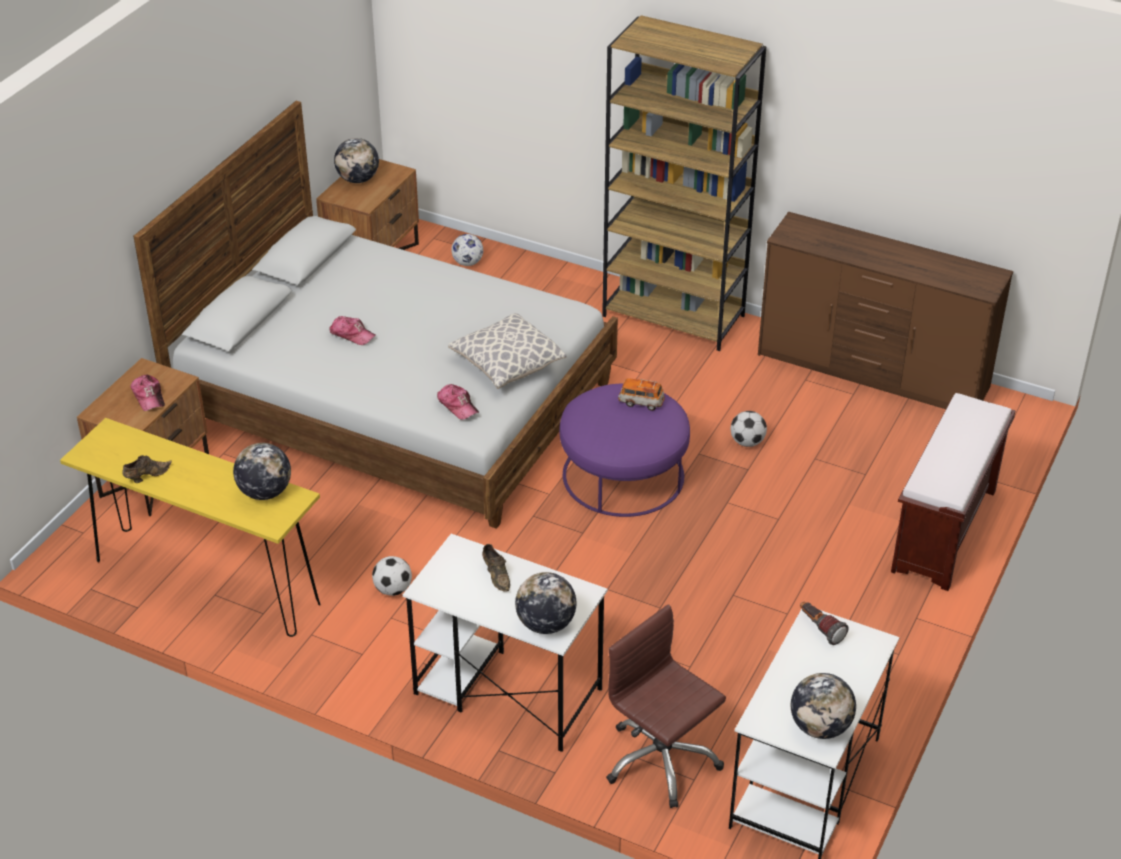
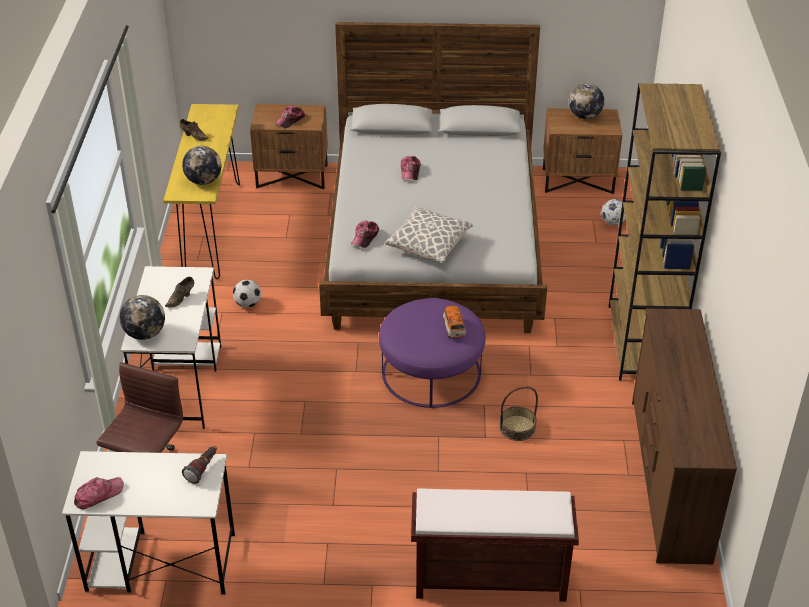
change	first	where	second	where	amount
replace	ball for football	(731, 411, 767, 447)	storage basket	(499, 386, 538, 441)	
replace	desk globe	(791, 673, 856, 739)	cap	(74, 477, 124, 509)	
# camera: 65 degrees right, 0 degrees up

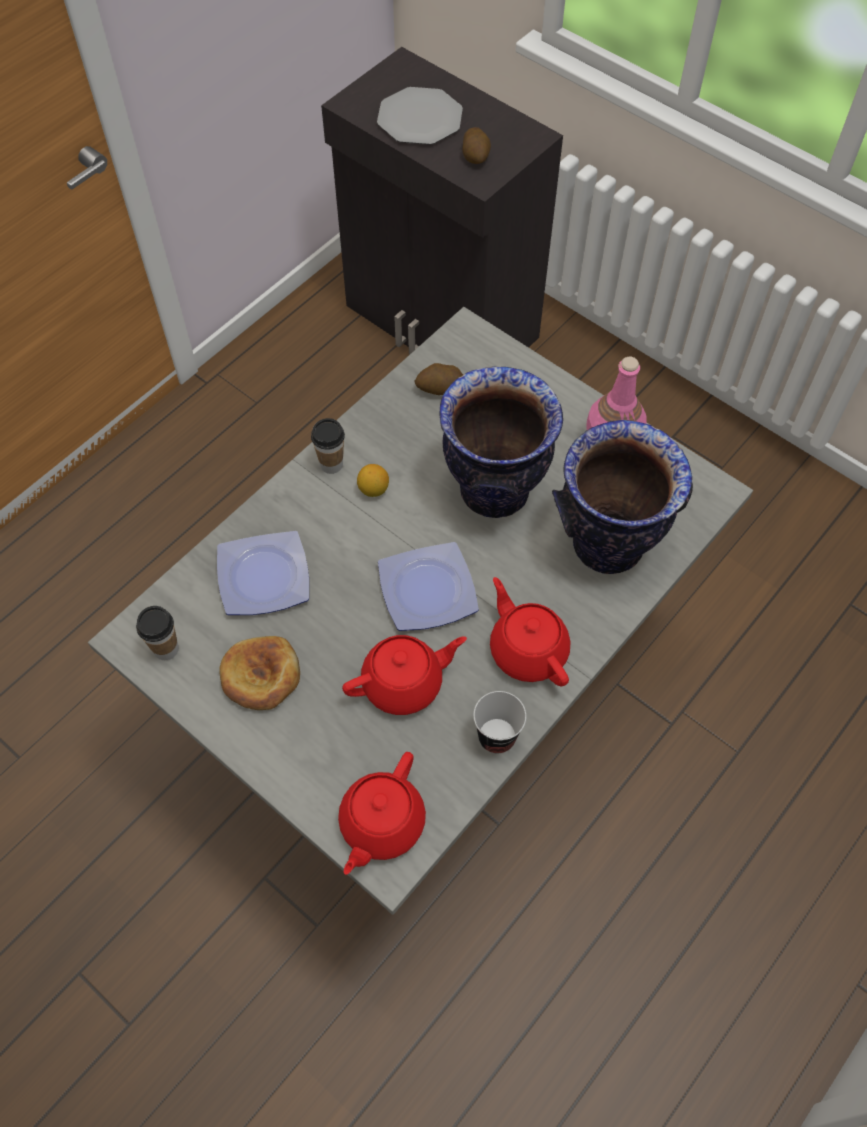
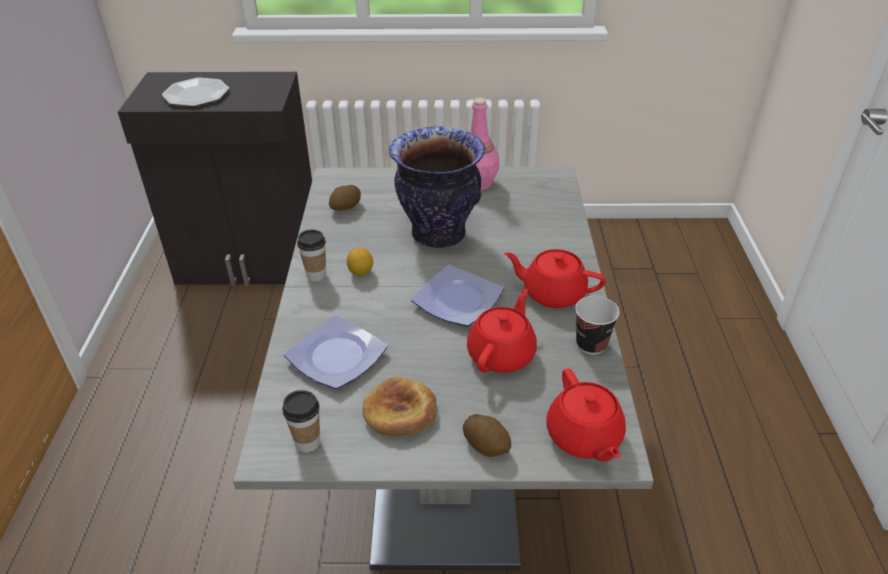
change	first	where	second	where	amount
move	whole potato	(463, 127, 491, 164)		(463, 414, 511, 457)	
delete	flower vase	(552, 420, 693, 574)			
# camera: 40 degrees left, 20 degrees down

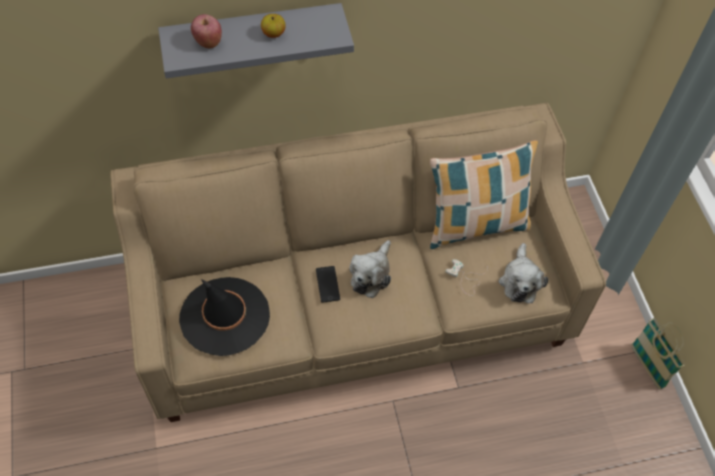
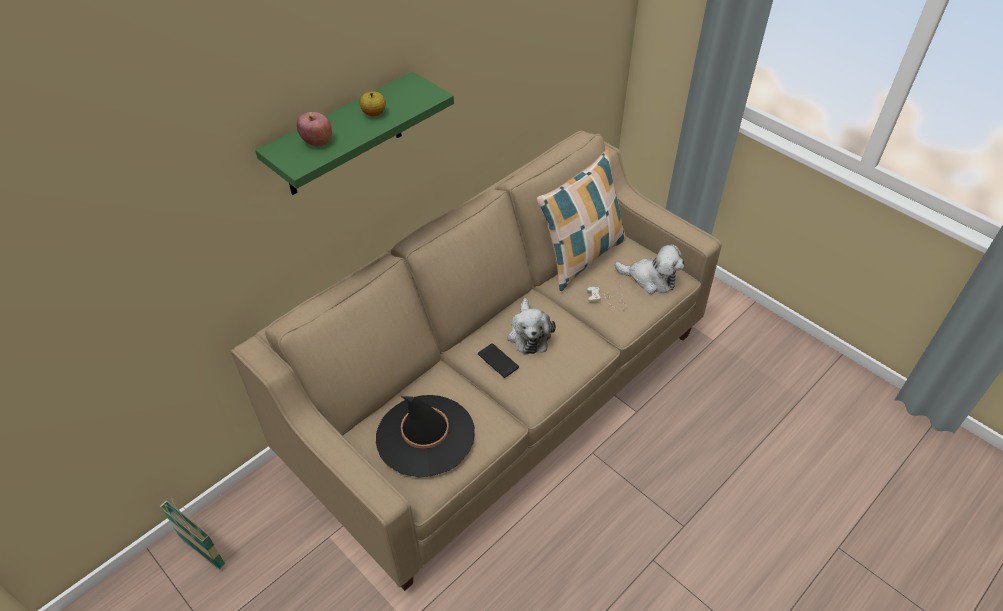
change	first	where	second	where	amount
recolor	gray wall shelf	(158, 3, 354, 79)	green-coloured wall shelf	(255, 72, 454, 195)	
rotate	cuddly toy	(498, 243, 548, 303)		(615, 244, 684, 294)	45 degrees counterclockwise
move	storage basket	(631, 318, 685, 390)		(160, 498, 226, 570)	
# camera: 30 degrees left, 10 degrees down

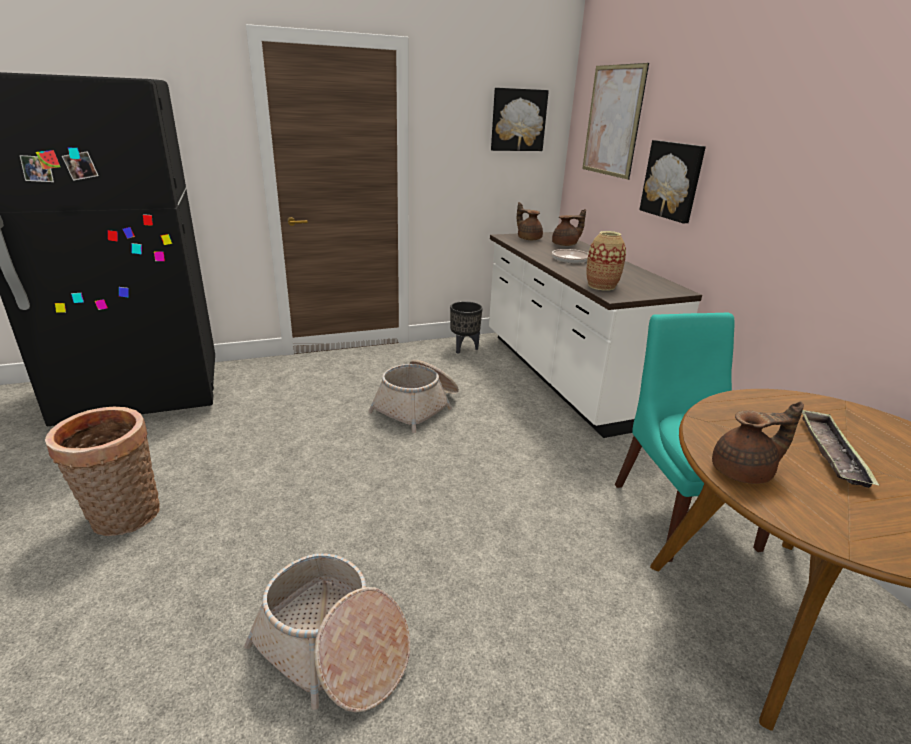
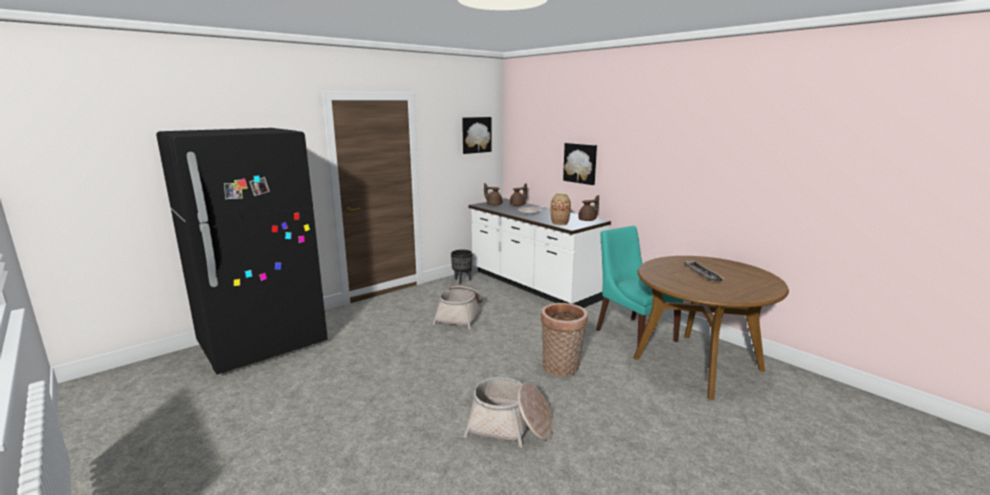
change	first	where	second	where	amount
delete	wall picture	(582, 63, 649, 180)			
move	brown teapot	(712, 401, 804, 484)		(578, 195, 599, 221)	
move	storage basket	(45, 407, 160, 536)		(541, 303, 588, 377)	
# camera: 20 degrees left, 10 degrees down

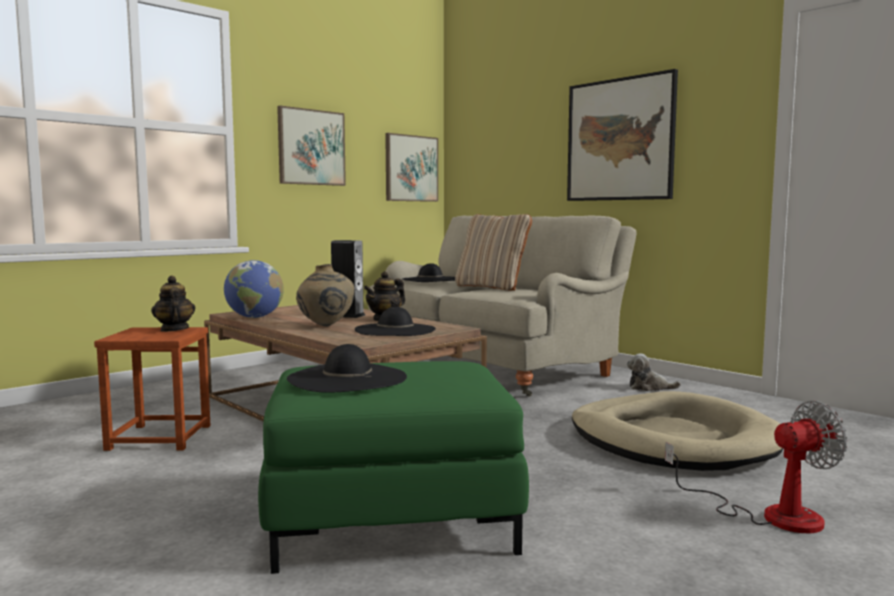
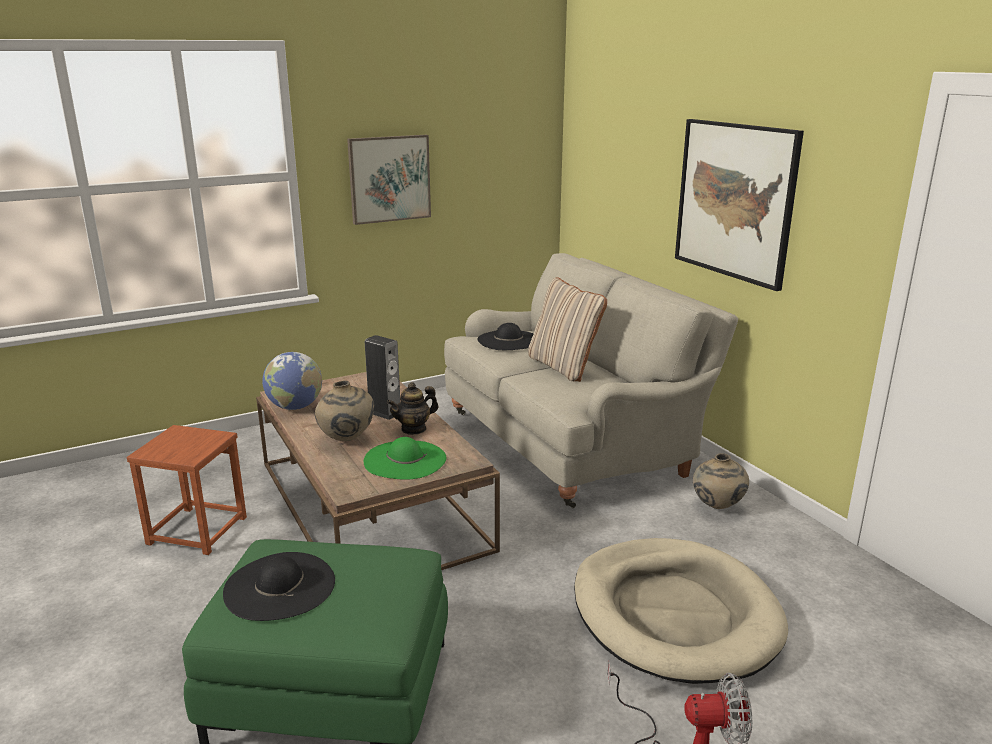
change	first	where	second	where	amount
delete	wall picture	(385, 133, 438, 202)			
delete	teapot	(151, 276, 195, 332)			
recolor	black-coloured wearable hat	(355, 307, 436, 336)	green-coloured wearable hat	(364, 437, 446, 480)	
replace	cuddly toy	(627, 353, 681, 391)	sand-coloured flower vase	(693, 453, 749, 509)	
# camera: 15 degrees right, 15 degrees up

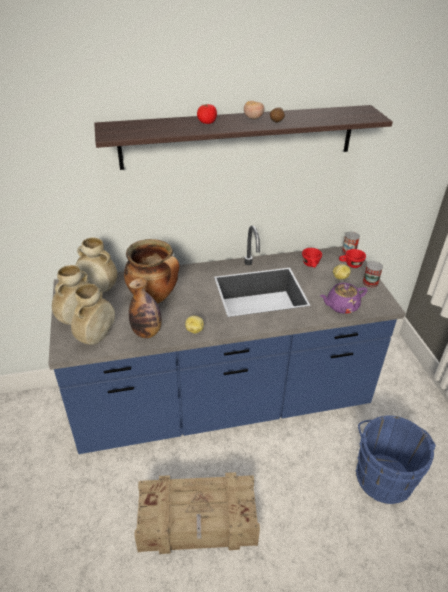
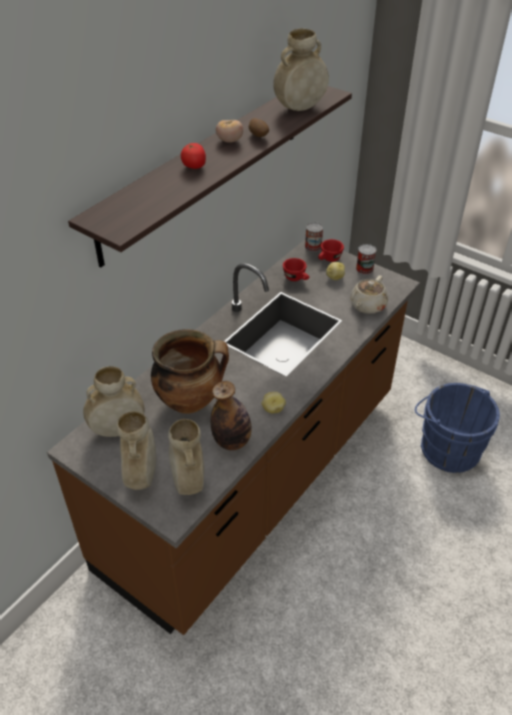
change	first	where	second	where	amount
recolor	bluish counter	(48, 225, 405, 454)	brown counter	(47, 239, 420, 635)	
recolor	purple teapot	(320, 283, 368, 314)	sand-coloured teapot	(350, 275, 388, 314)	
delete	shipping crate	(134, 472, 260, 554)			
insert			sand-coloured flower vase	(273, 28, 329, 111)	
# camera: 40 degrees left, 5 degrees up

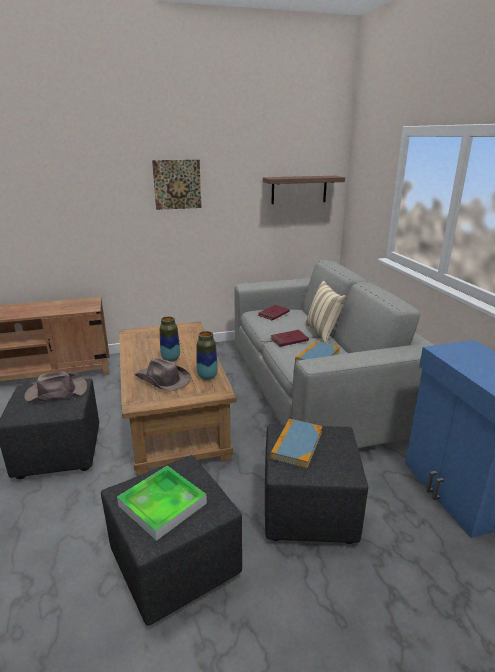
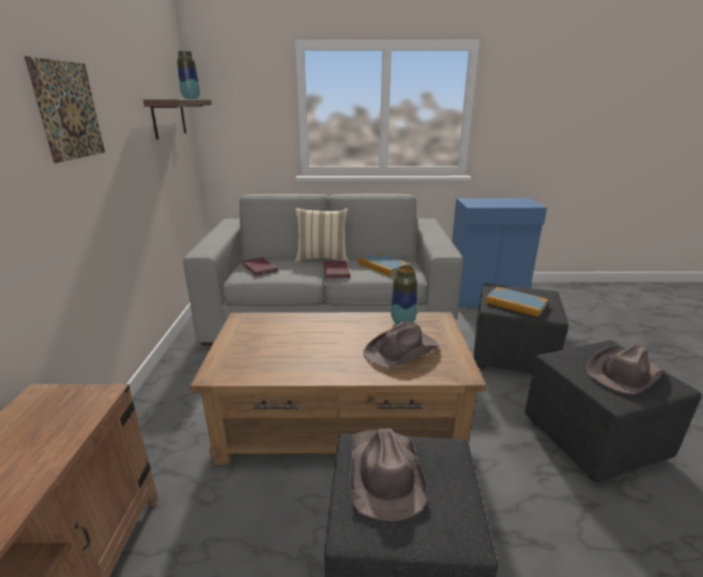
change	first	where	second	where	amount
move	flower vase	(160, 316, 180, 362)		(177, 51, 200, 99)	
replace	serving tray	(117, 466, 207, 541)	brown wearable hat	(586, 344, 666, 394)	
# camera: 75 degrees left, 0 degrees up

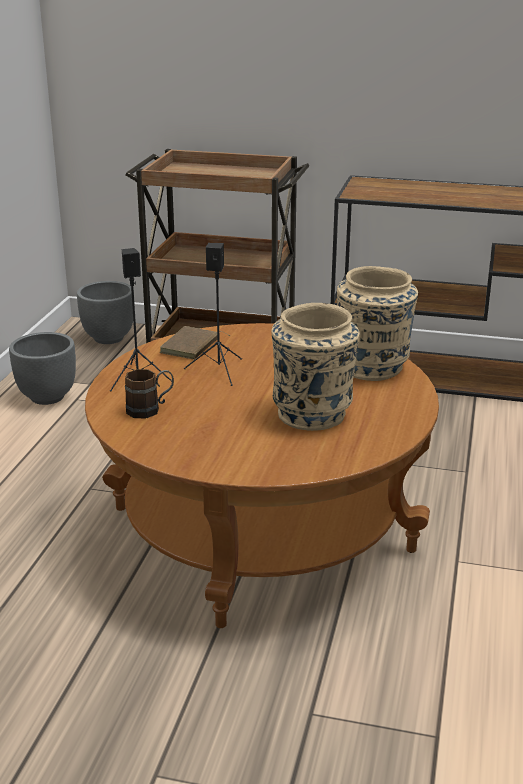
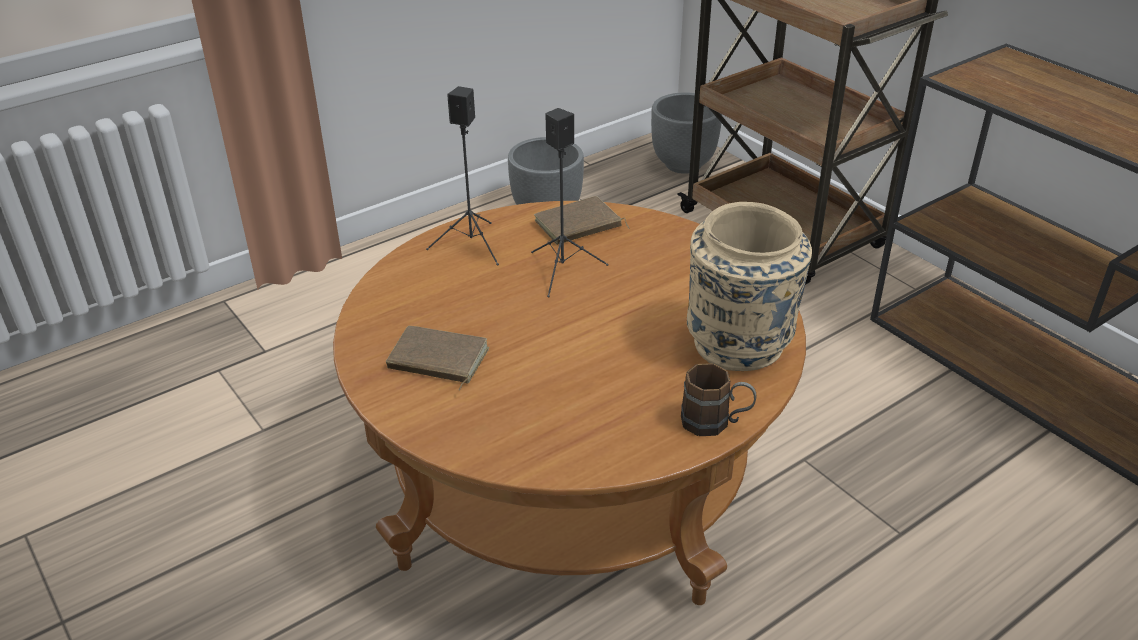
change	first	where	second	where	amount
delete	sand-coloured flower vase	(271, 303, 360, 431)			
move	brown mug	(125, 369, 174, 418)		(681, 363, 756, 436)	
insert			brown book	(386, 326, 490, 390)	
# camera: 40 degrees right, 10 degrees up

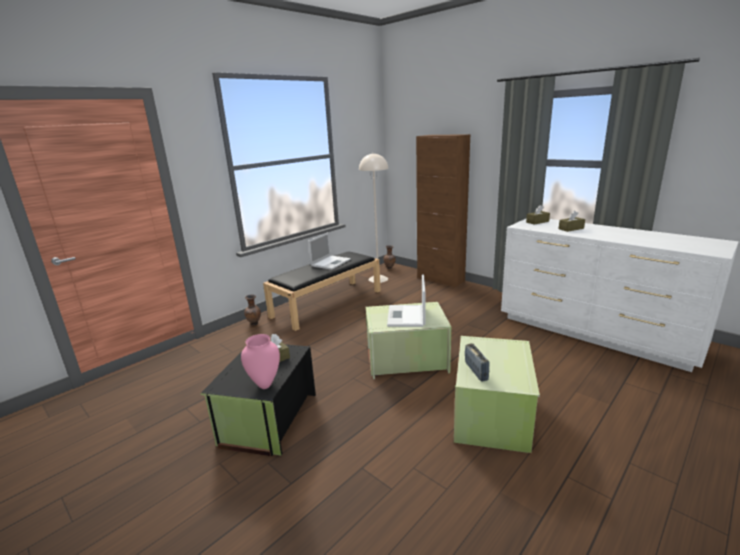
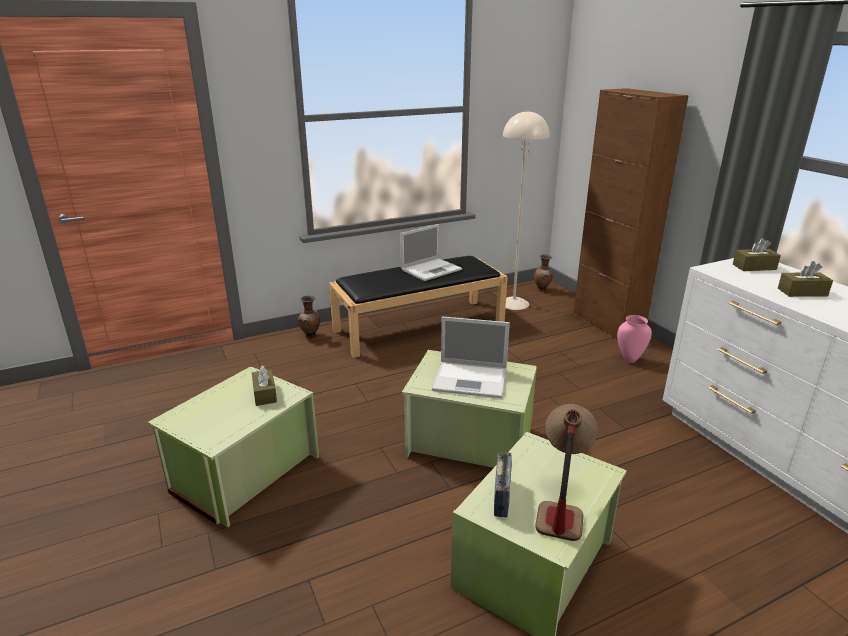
change	first	where	second	where	amount
rotate	laptop	(387, 274, 425, 327)		(432, 316, 510, 398)	105 degrees counterclockwise
move	pinkish flower vase	(241, 334, 280, 389)		(617, 315, 652, 363)	
recolor	black-coloured storage bin	(201, 344, 316, 456)	green-coloured storage bin	(148, 367, 319, 528)	
insert			tabletop lamp	(535, 404, 598, 541)	
# camera: 20 degrees right, 5 degrees up

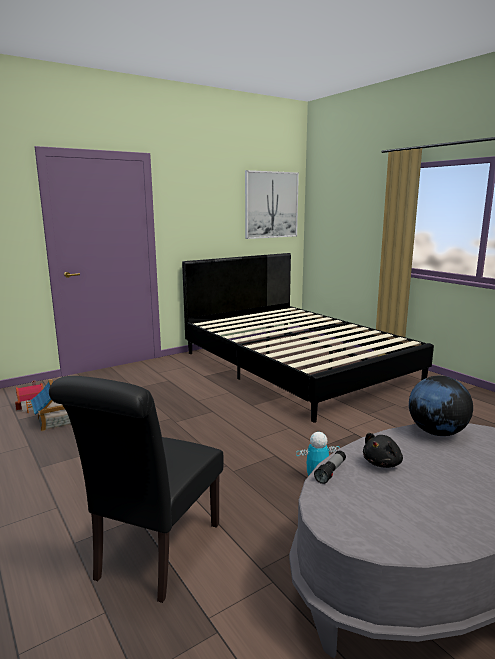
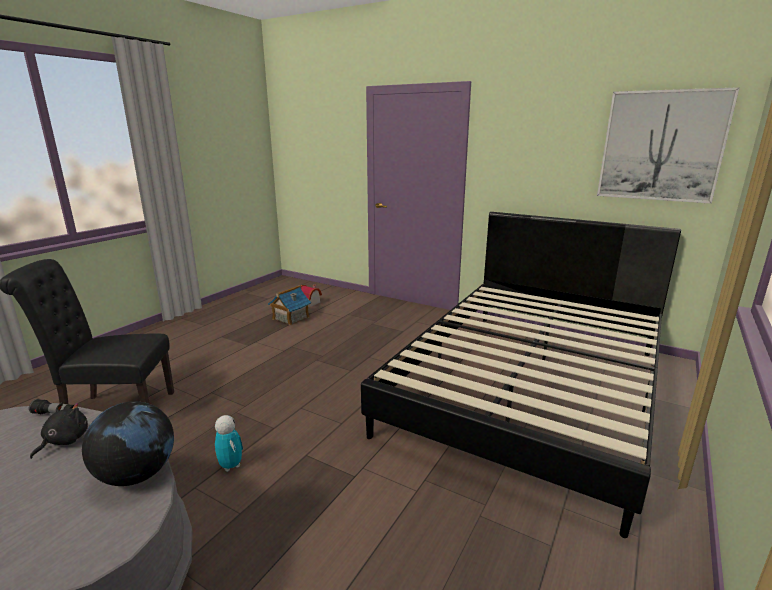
change	first	where	second	where	amount
rotate	black-coloured cuddly toy	(363, 433, 403, 468)		(30, 402, 88, 459)	90 degrees clockwise
# camera: 65 degrees right, 5 degrees up

